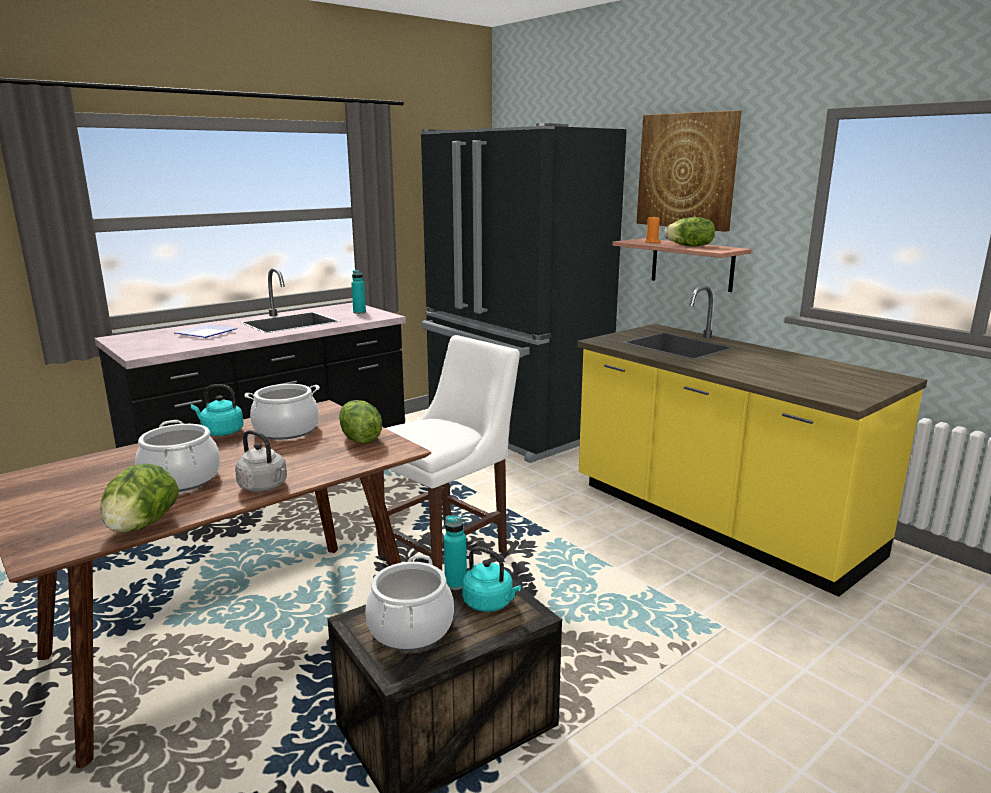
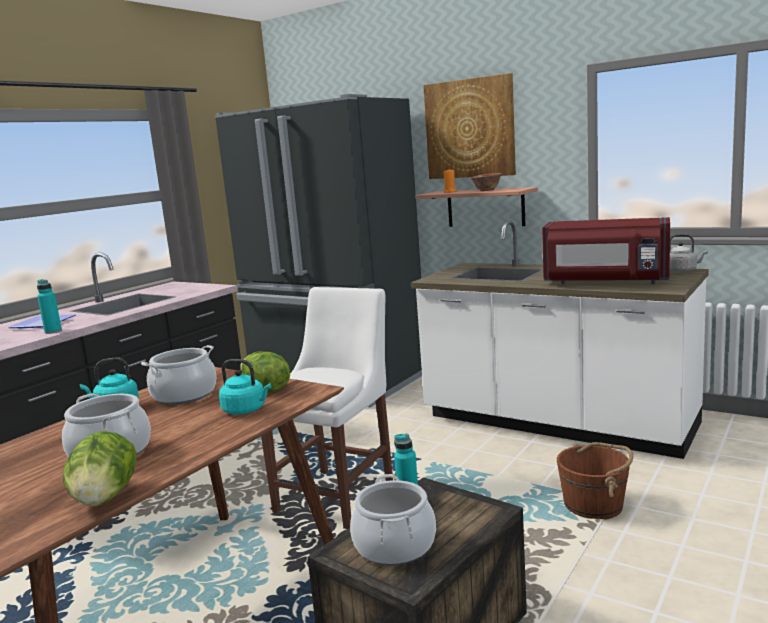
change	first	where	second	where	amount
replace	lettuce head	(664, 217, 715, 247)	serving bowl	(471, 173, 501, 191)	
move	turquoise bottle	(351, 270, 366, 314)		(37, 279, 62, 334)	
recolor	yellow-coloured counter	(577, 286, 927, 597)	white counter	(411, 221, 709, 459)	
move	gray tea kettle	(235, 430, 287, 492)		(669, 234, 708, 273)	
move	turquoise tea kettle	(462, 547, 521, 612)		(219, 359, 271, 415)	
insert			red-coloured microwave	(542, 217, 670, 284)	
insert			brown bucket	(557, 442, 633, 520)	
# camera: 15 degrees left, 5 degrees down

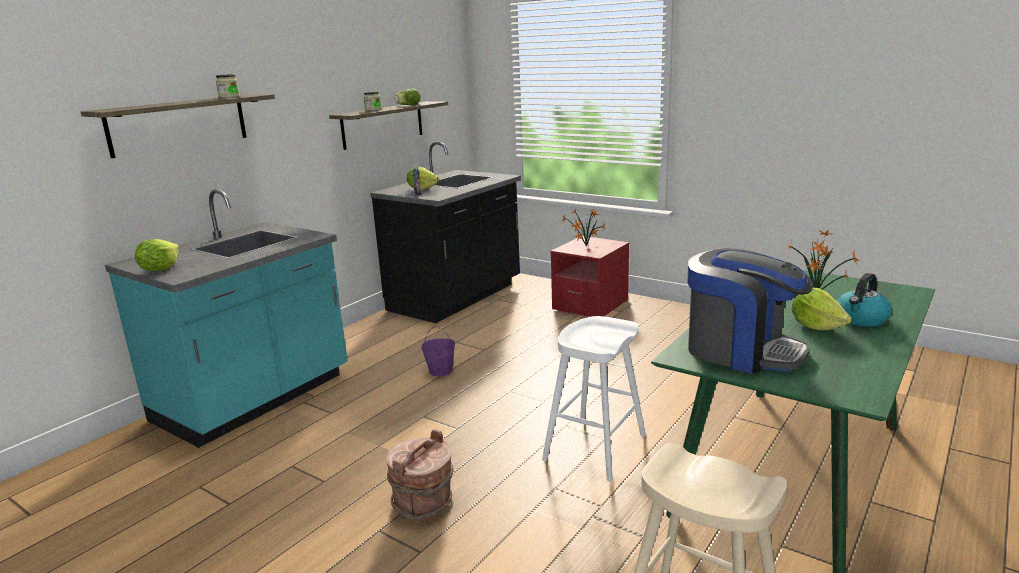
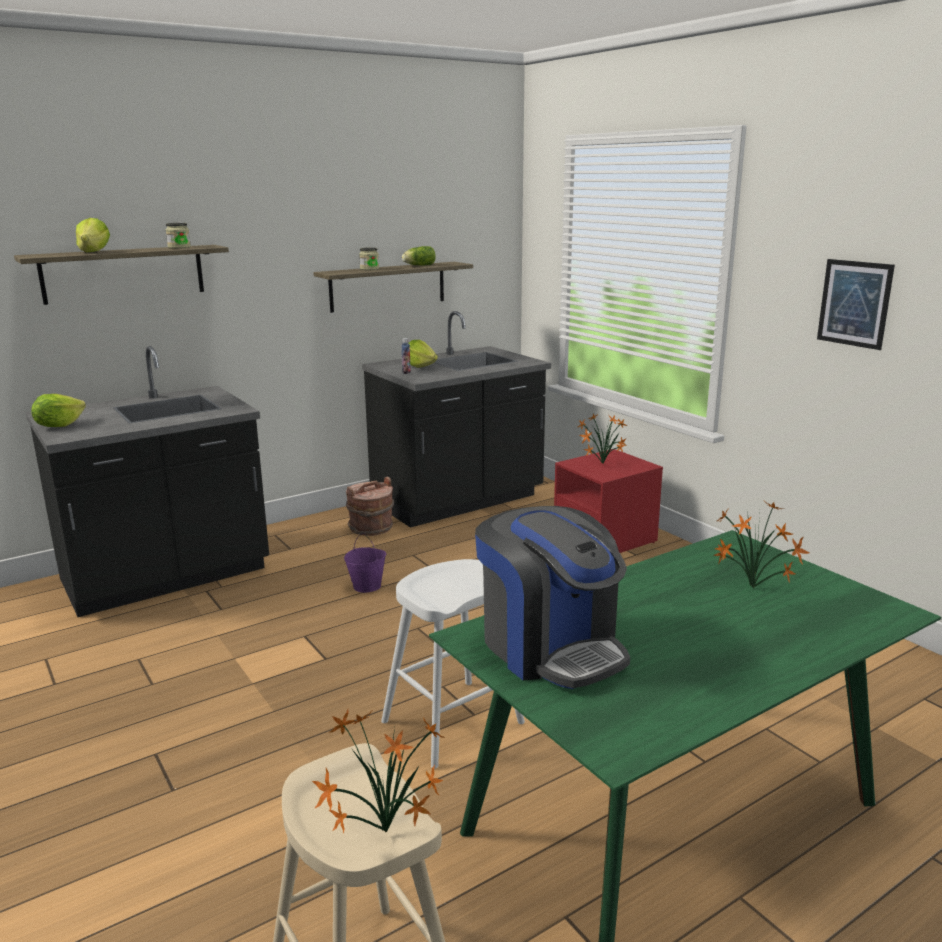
change	first	where	second	where	amount
recolor	turquoise counter	(105, 189, 348, 448)	black-coloured counter	(26, 346, 269, 617)	
delete	tea kettle	(837, 273, 892, 327)			
move	lettuce head	(792, 288, 852, 331)		(76, 218, 110, 252)	
move	brown bucket	(386, 429, 453, 520)		(346, 477, 394, 536)	
insert			wall picture	(817, 259, 895, 350)	
insert			houseplant	(312, 710, 446, 834)	
# camera: 20 degrees right, 0 degrees up

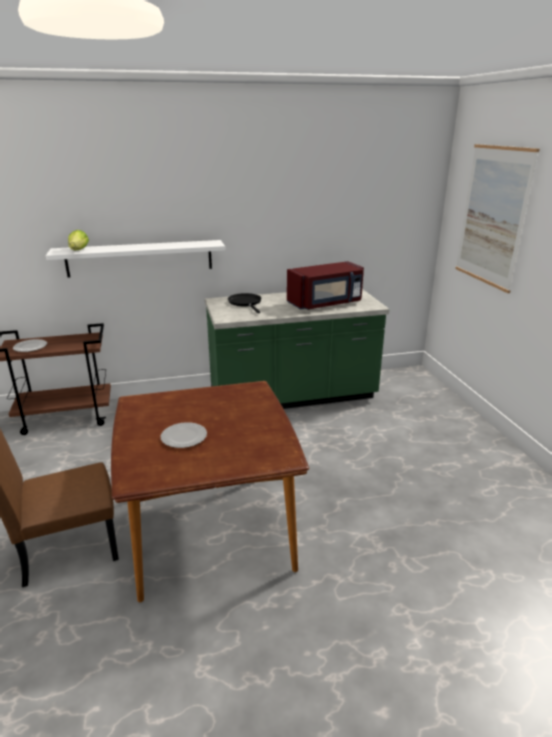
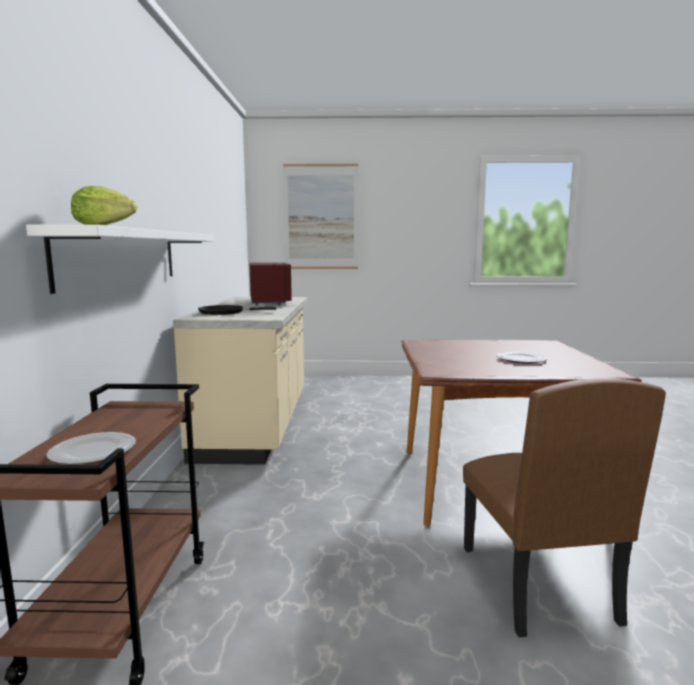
change	first	where	second	where	amount
recolor	green-coloured counter	(205, 289, 390, 409)	sand-coloured counter	(173, 297, 307, 465)	
# camera: 75 degrees left, 15 degrees down

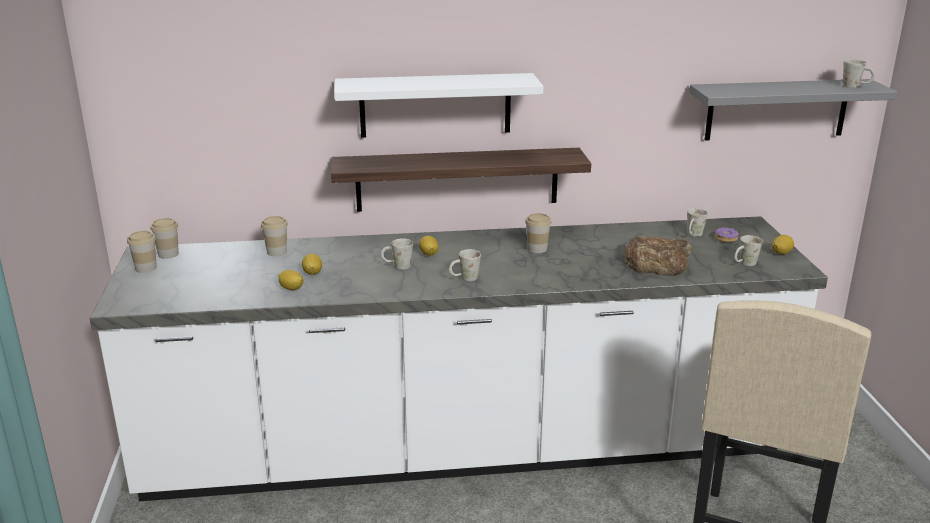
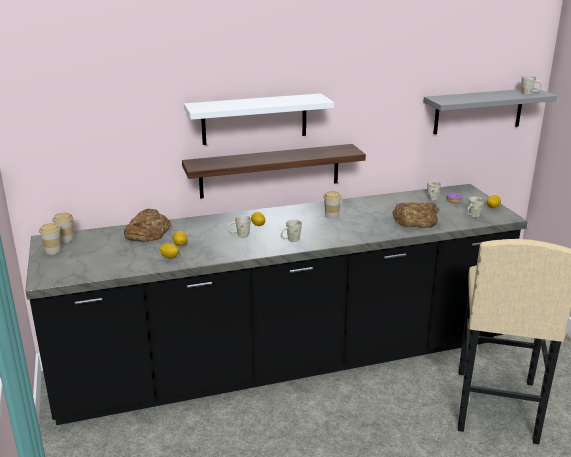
change	first	where	second	where	amount
recolor	white counter	(90, 216, 828, 501)	black-coloured counter	(25, 184, 528, 425)	
replace	small cup	(261, 216, 288, 256)	baked bread	(124, 209, 171, 241)	
# camera: 10 degrees left, 0 degrees up

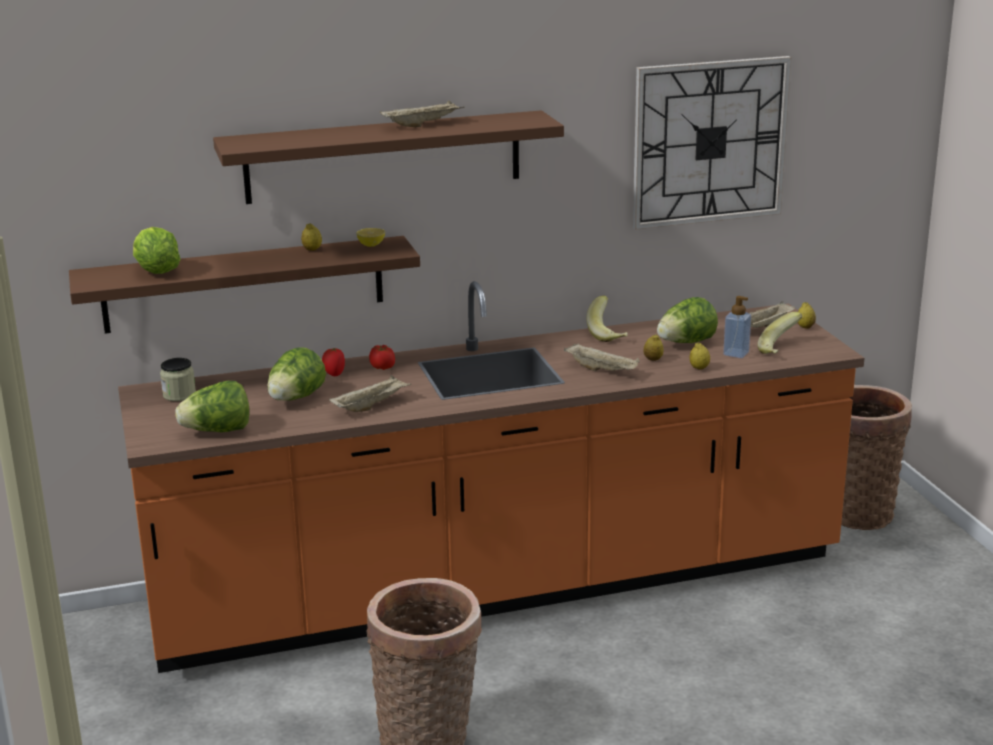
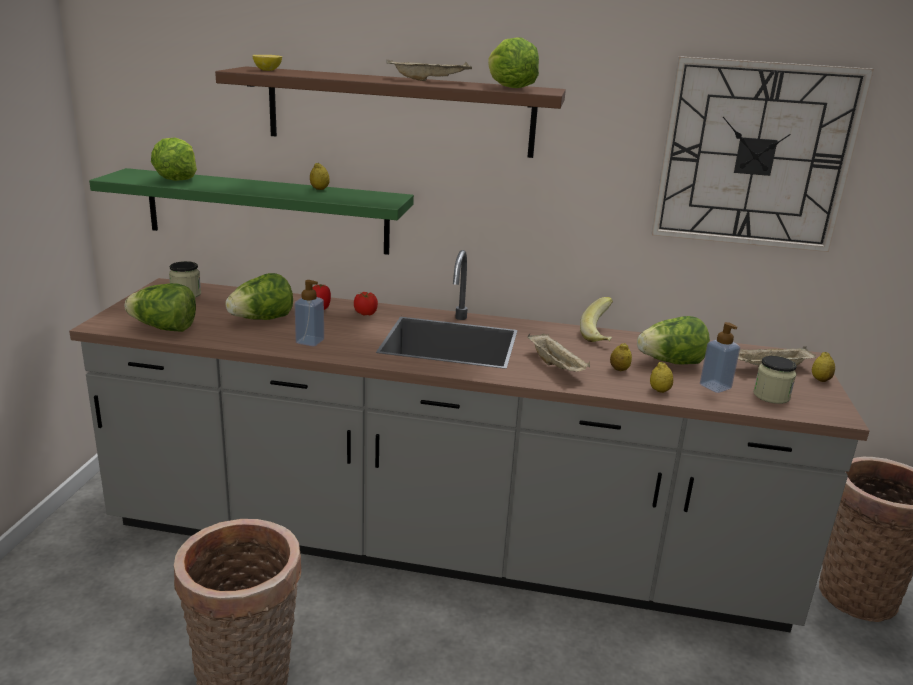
change	first	where	second	where	amount
move	citrus fruit	(357, 228, 385, 247)		(252, 55, 282, 71)	
recolor	brown wall shelf	(69, 236, 420, 334)	green-coloured wall shelf	(89, 168, 414, 255)	
recolor	orange-coloured counter	(118, 281, 864, 673)	gray counter	(69, 250, 869, 633)	
replace	banana	(757, 312, 802, 354)	storage jar	(753, 356, 797, 404)	
replace	sand-coloured serving tray	(329, 375, 411, 412)	liquid soap bottle	(295, 280, 324, 346)	
insert			lettuce head	(488, 37, 539, 88)	
# camera: 25 degrees right, 0 degrees up

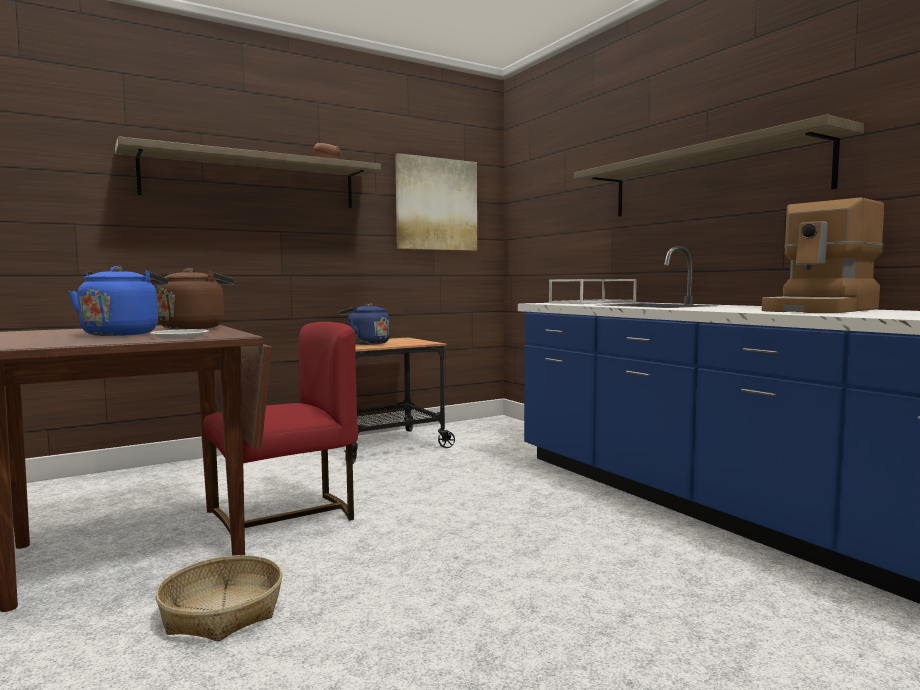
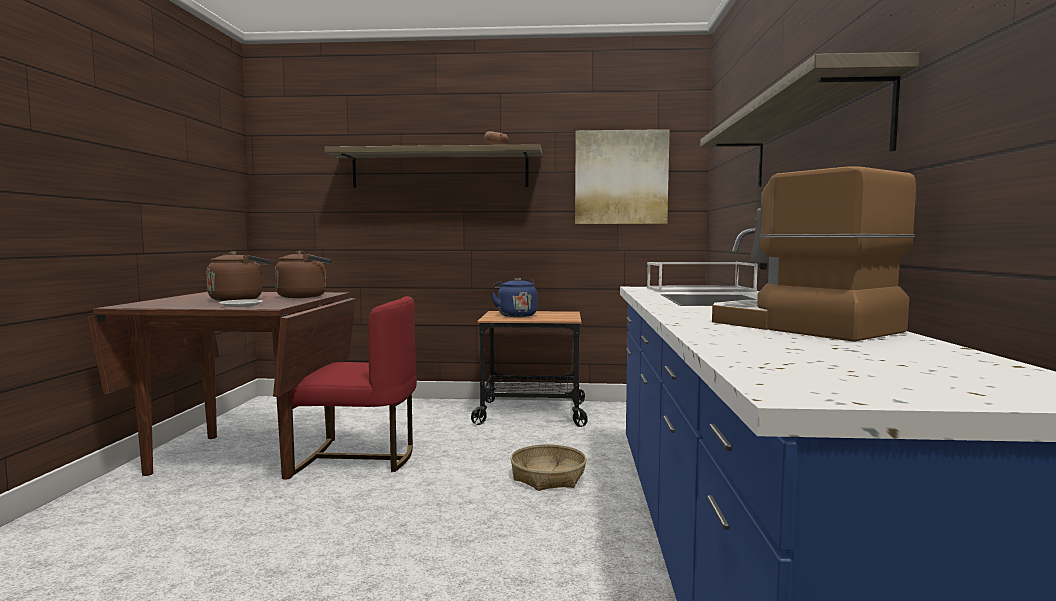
change	first	where	second	where	amount
rotate	coffee brewer	(762, 197, 884, 313)		(712, 166, 916, 342)	60 degrees clockwise
recolor	bluish tea kettle	(69, 266, 168, 336)	brown tea kettle	(206, 251, 271, 301)	
move	storage basket	(155, 555, 283, 642)		(510, 444, 587, 491)	
# camera: 35 degrees right, 0 degrees up

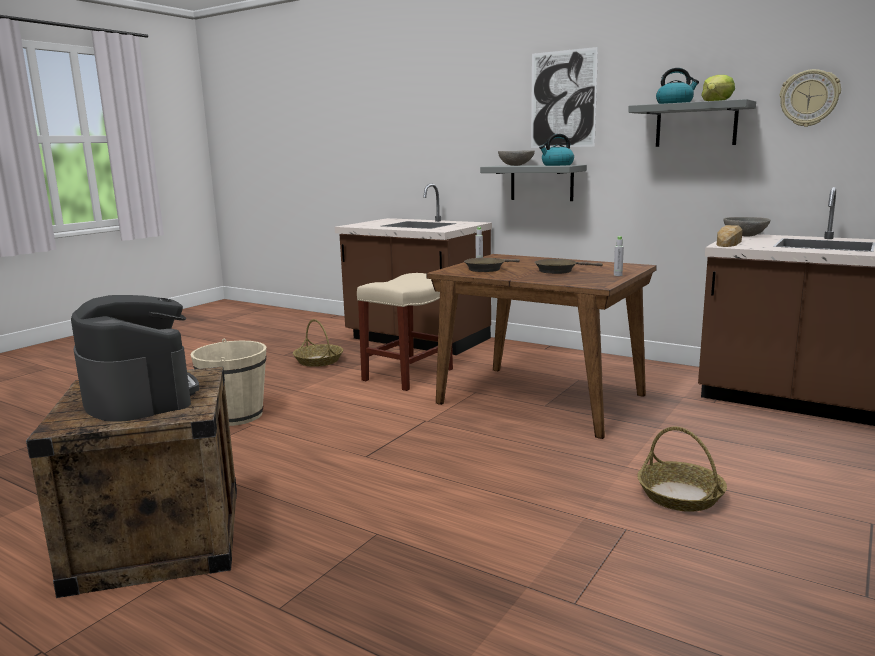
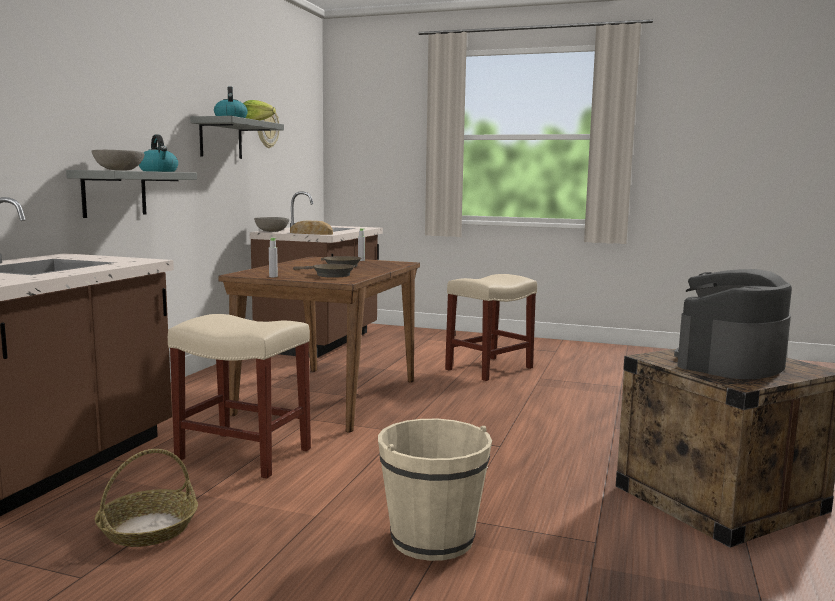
change	first	where	second	where	amount
delete	wall picture	(531, 47, 598, 148)			
replace	storage basket	(637, 427, 727, 512)	sand-coloured sitting stool	(445, 274, 537, 381)	
# camera: 105 degrees left, 5 degrees down

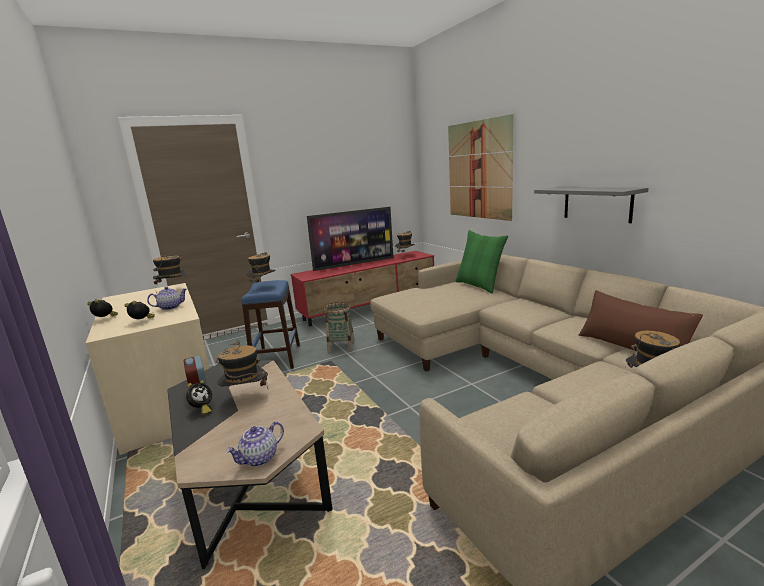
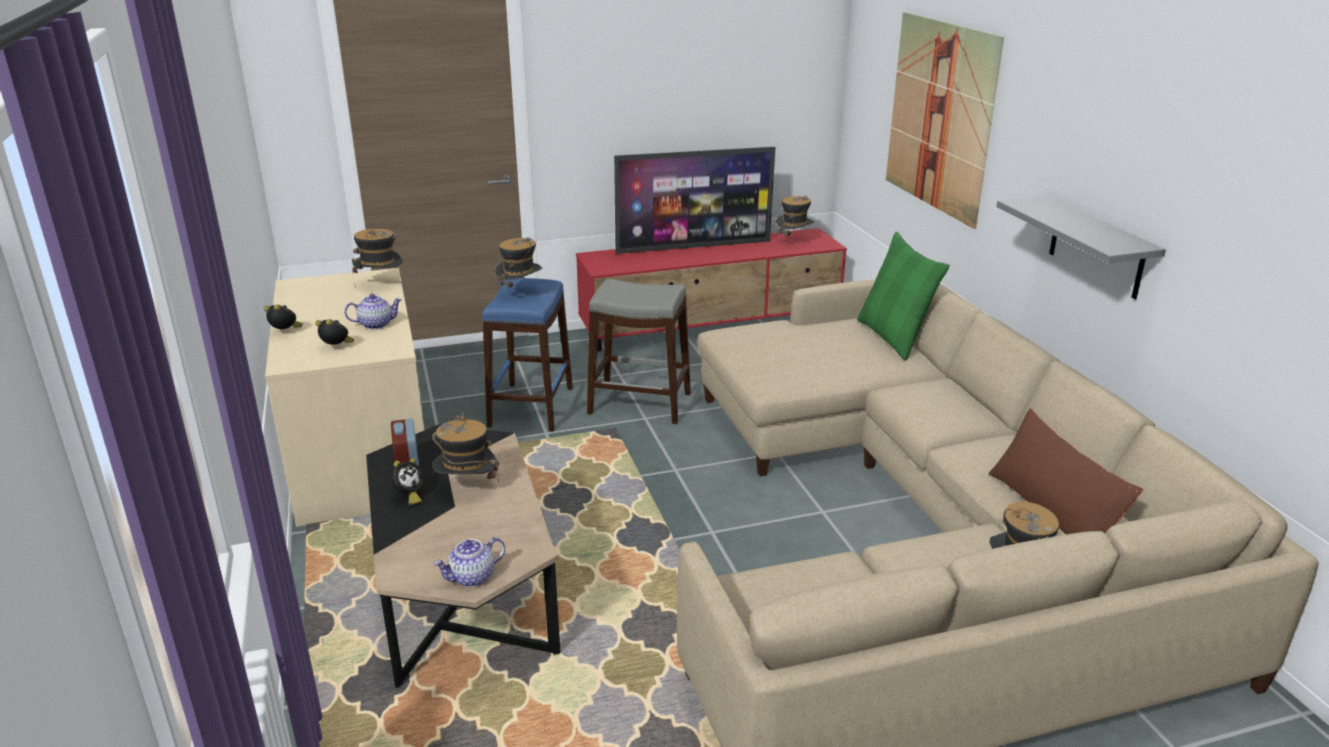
change	first	where	second	where	amount
replace	storage basket	(323, 302, 355, 352)	gray sitting stool	(587, 279, 691, 424)	
# camera: 10 degrees right, 10 degrees up

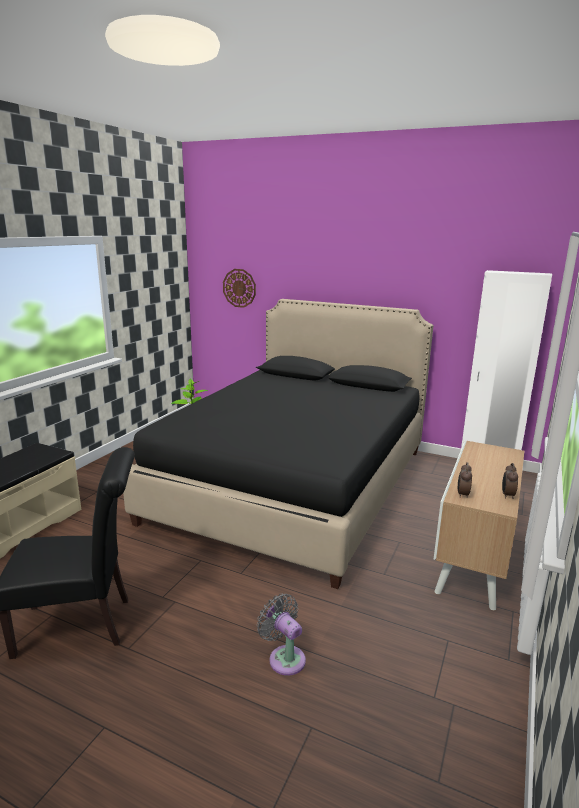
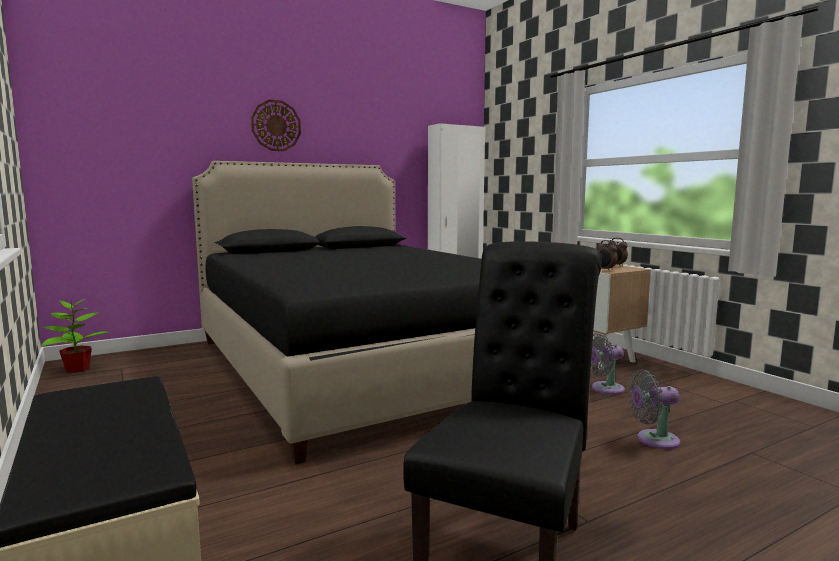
change	first	where	second	where	amount
move	hanging clock	(223, 269, 256, 308)		(251, 100, 301, 151)	
insert			gray electric fan	(590, 334, 625, 395)	
# camera: 55 degrees left, 10 degrees down

